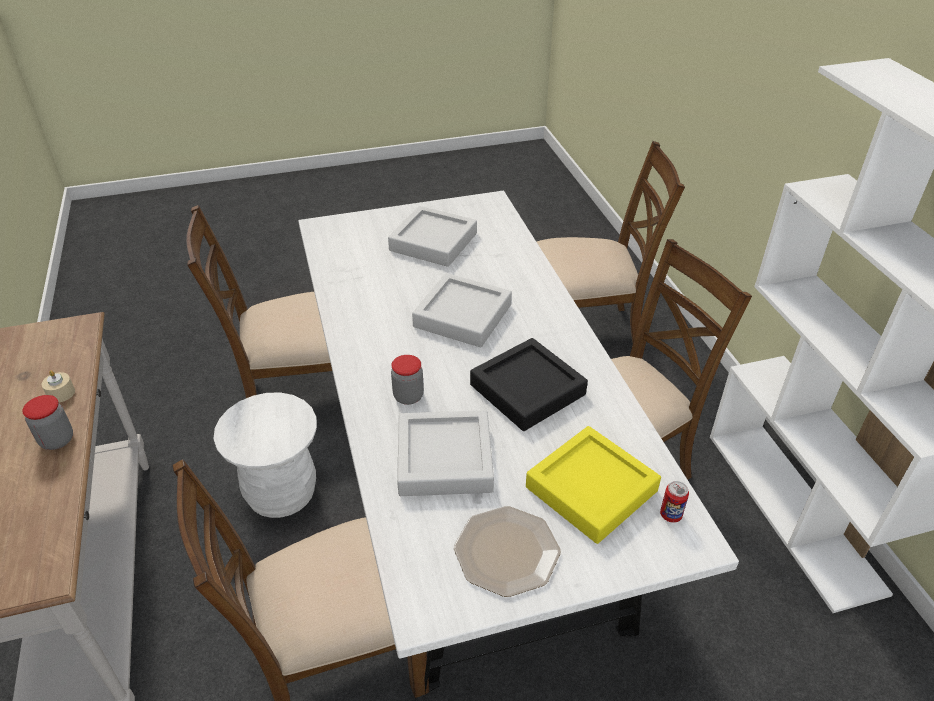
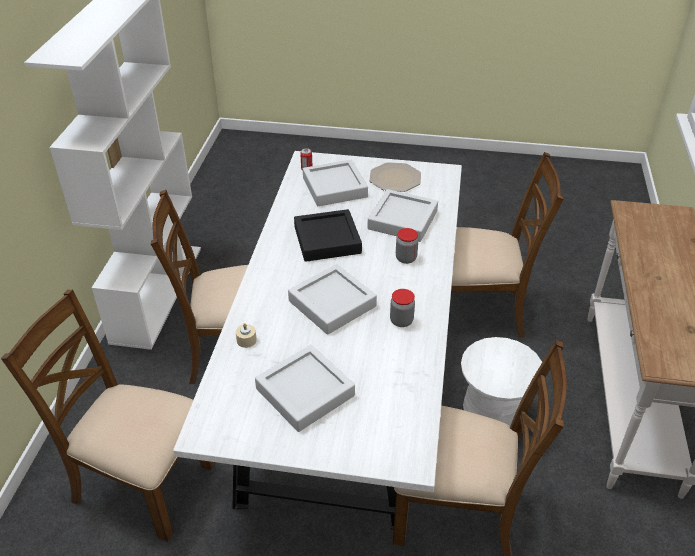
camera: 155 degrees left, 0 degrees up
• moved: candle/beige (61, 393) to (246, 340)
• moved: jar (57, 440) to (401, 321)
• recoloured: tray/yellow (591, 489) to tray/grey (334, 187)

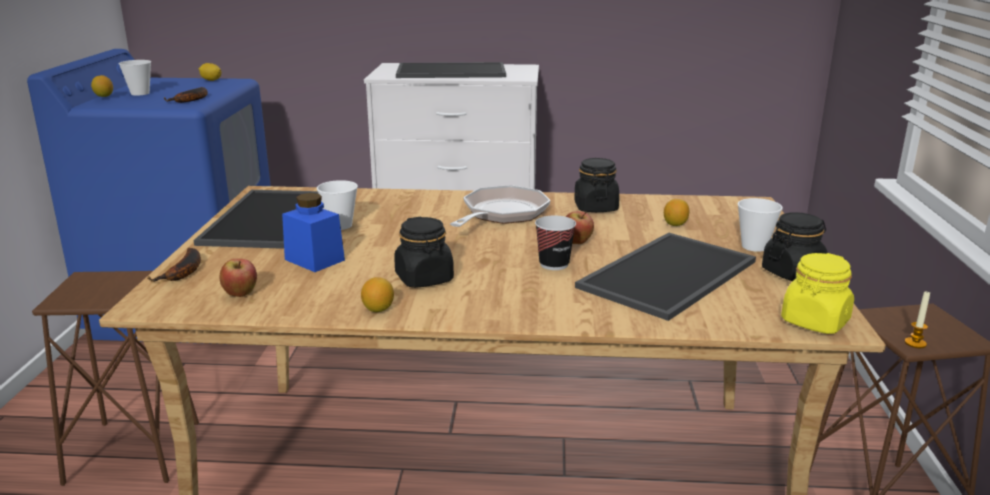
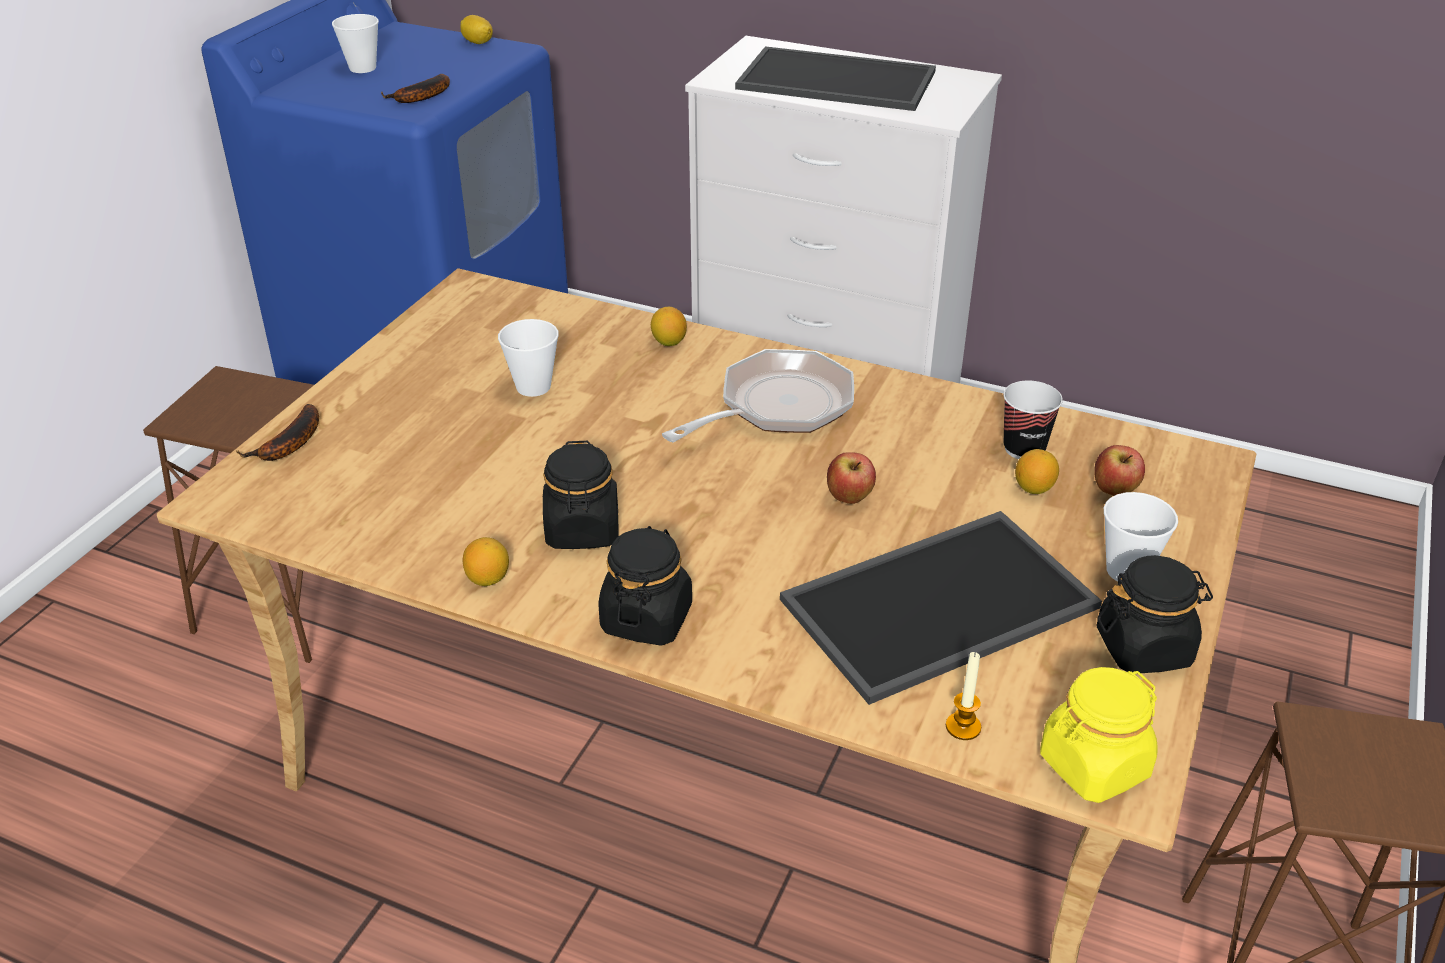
camera: 20 degrees right, 15 degrees up
• moved: lemon (104, 96) to (669, 342)
• moved: jar/black (595, 207) to (646, 618)
• removed: tray (269, 219)
• removed: jar/blue (314, 260)
• moved: cup (554, 264) to (1024, 449)
• moved: apple (240, 294) to (1114, 491)
• moved: candle (915, 343) to (963, 727)

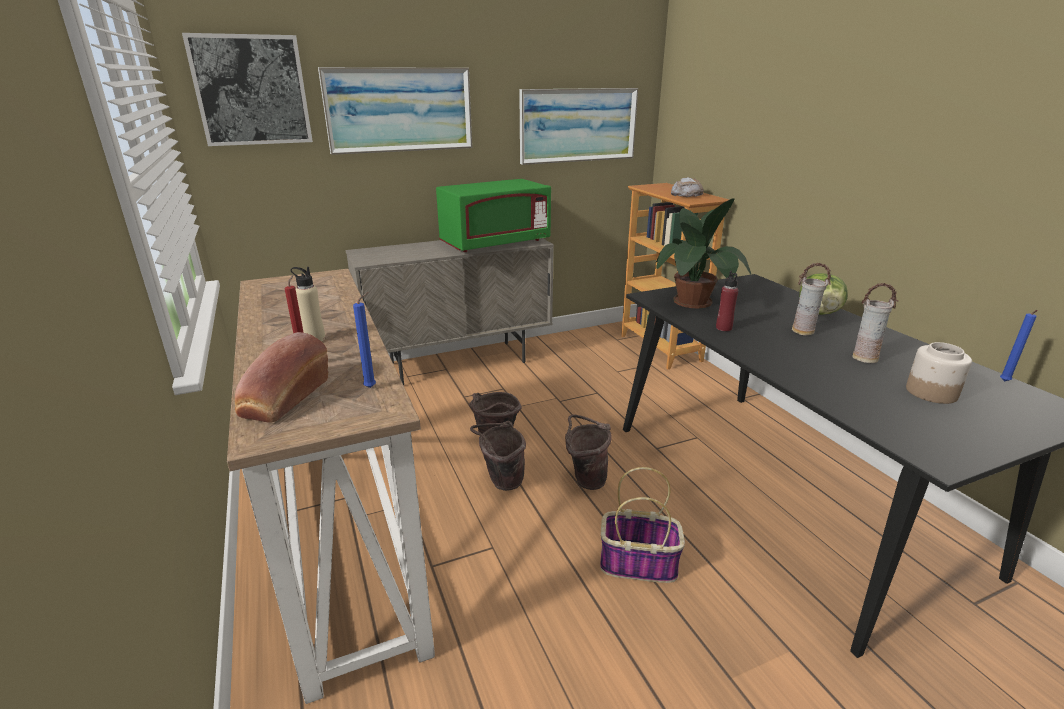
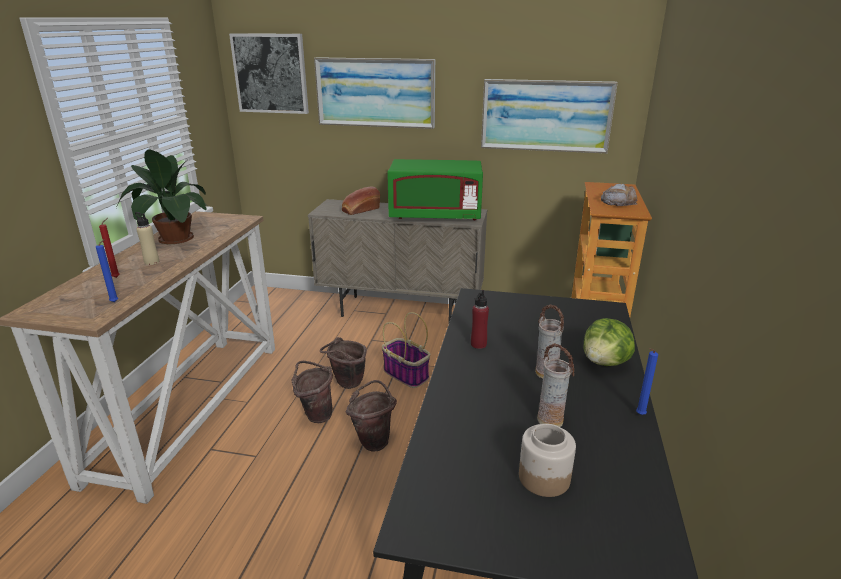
camera: 35 degrees right, 0 degrees up
• moved: potted plant (694, 302) to (173, 239)
• moved: candle/blue (1004, 382) to (639, 415)
• moved: bread (284, 399) to (360, 210)
• moved: basket (639, 563) to (406, 374)

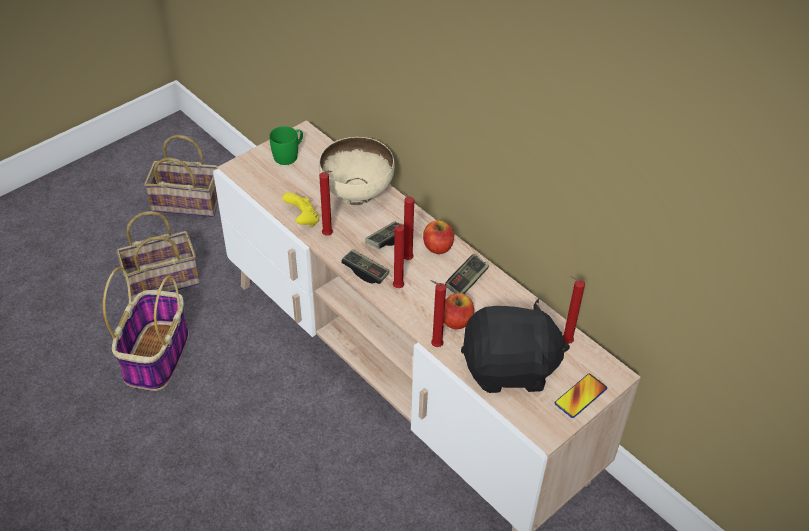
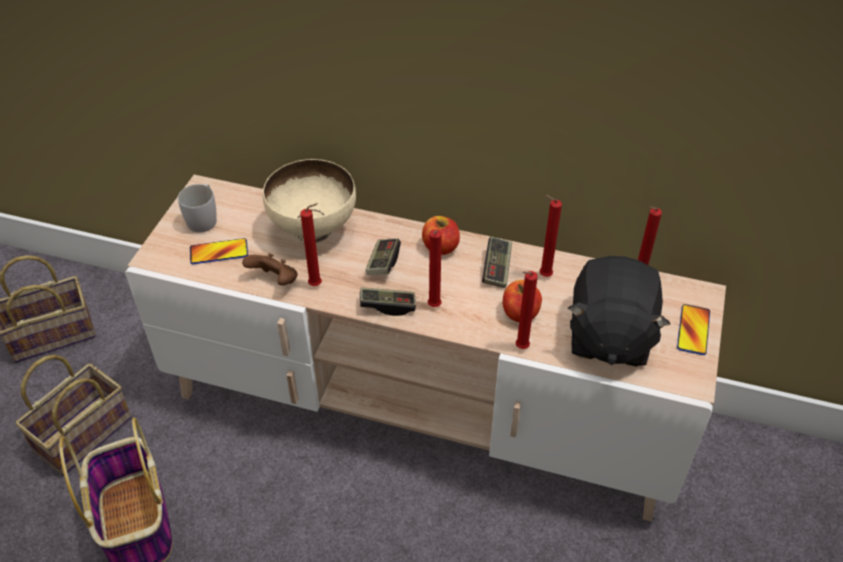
camera: 30 degrees left, 0 degrees up
• recoloured: mug/green (289, 155) to mug/white (204, 218)
• moved: candle/red (406, 258) to (543, 276)
• recoloured: game controller/yellow (302, 220) to game controller/brown (275, 281)
• turned: plush toy/black (509, 369) = (609, 336) 135 degrees clockwise
• added: phone (219, 252)

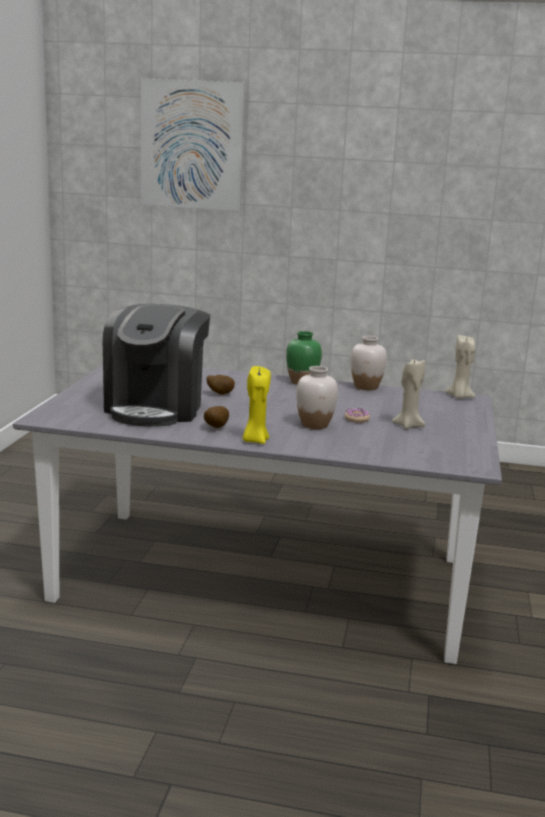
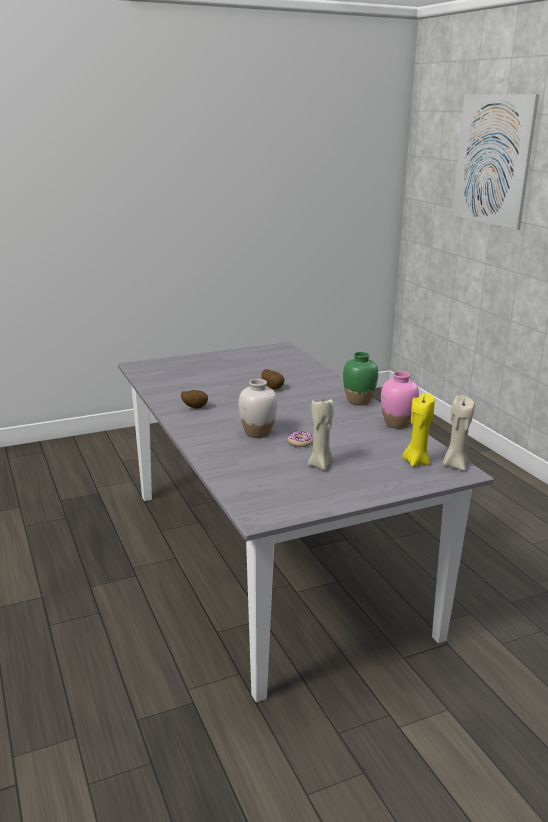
camera: 55 degrees right, 5 degrees up
• removed: coffee machine (156, 408)
• recoloured: vase/white (366, 387) to vase/pink (397, 424)
• moved: candle/yellow (255, 440) to (416, 461)

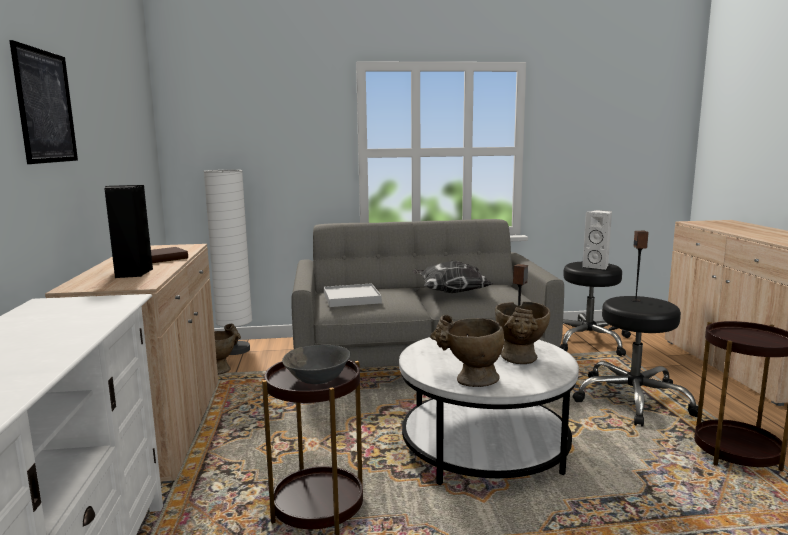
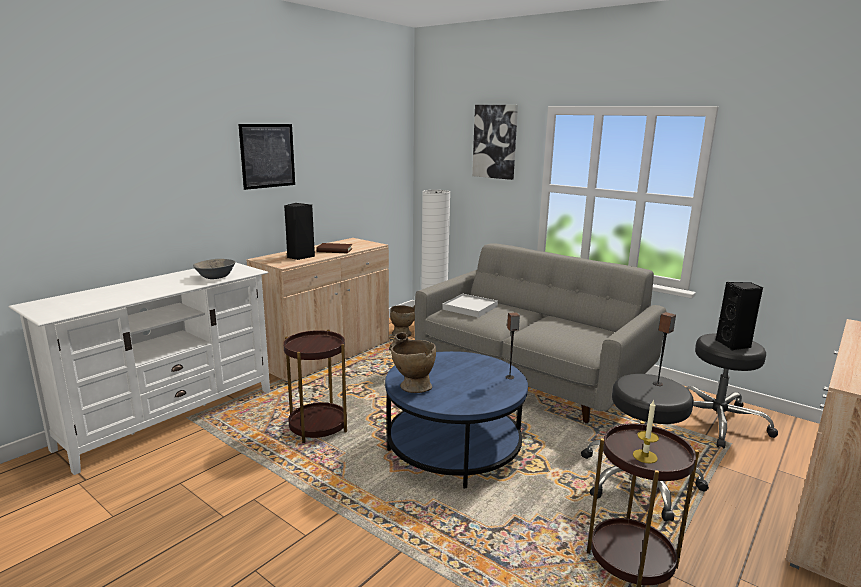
camera: 45 degrees right, 5 degrees up
• recoloured: speaker/white (597, 266) to speaker/black (734, 345)
• removed: pillow (450, 292)
• removed: vase/beige (520, 360)
• recoloured: coffee table/white (484, 447) to coffee table/blue (454, 447)
• moved: bowl/grey (318, 378) to (216, 277)
• added: picture (495, 141)
• added: candle (645, 456)

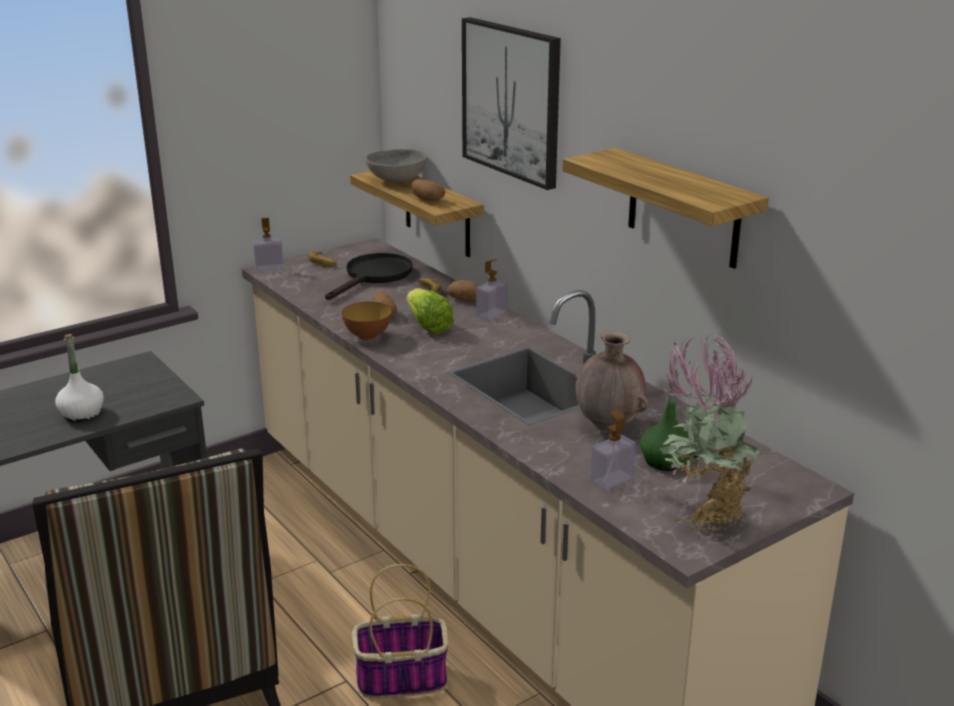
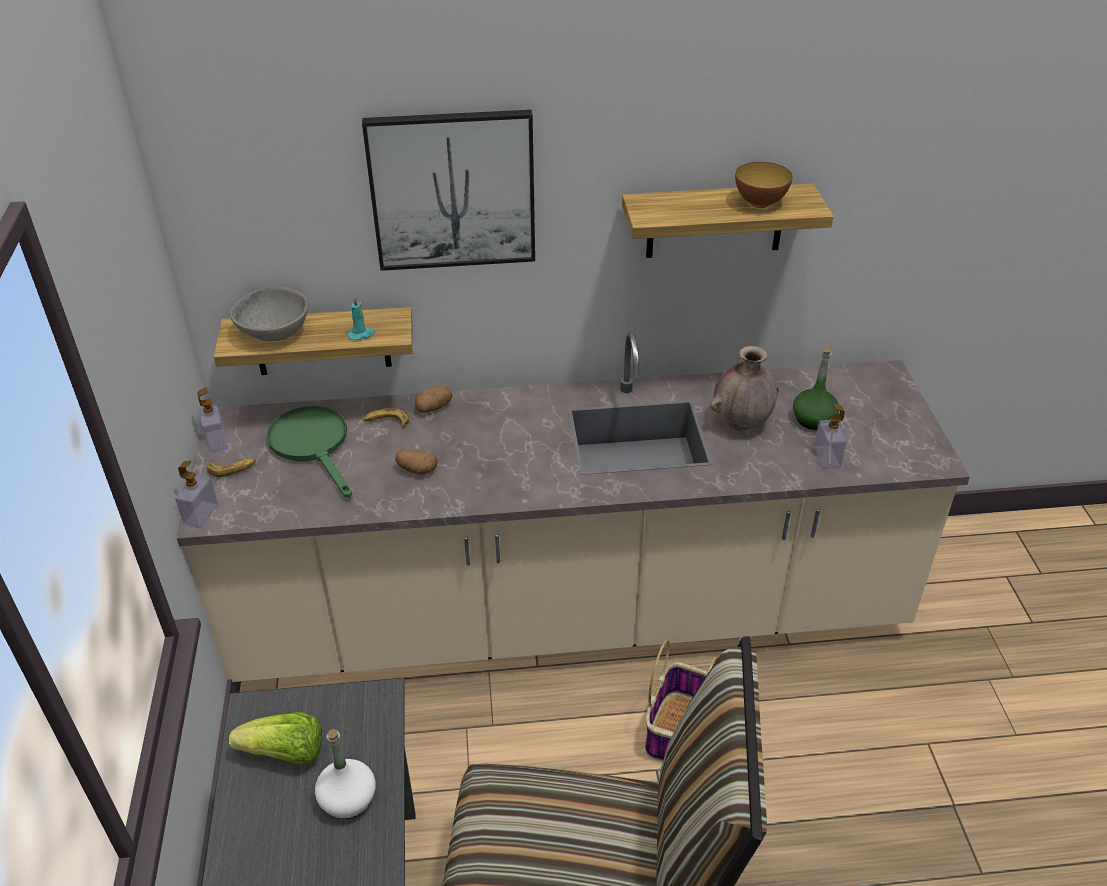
camera: 60 degrees left, 15 degrees up
• replaced: potato (427, 200) to candle/turquoise (361, 334)
• recoloured: frying pan/black (374, 276) to frying pan/green (313, 445)
• moved: soap dispenser (491, 314) to (217, 441)
• moved: lettuce (428, 326) to (285, 753)
• moved: bowl (367, 337) to (760, 203)
• removed: potted plant (702, 513)

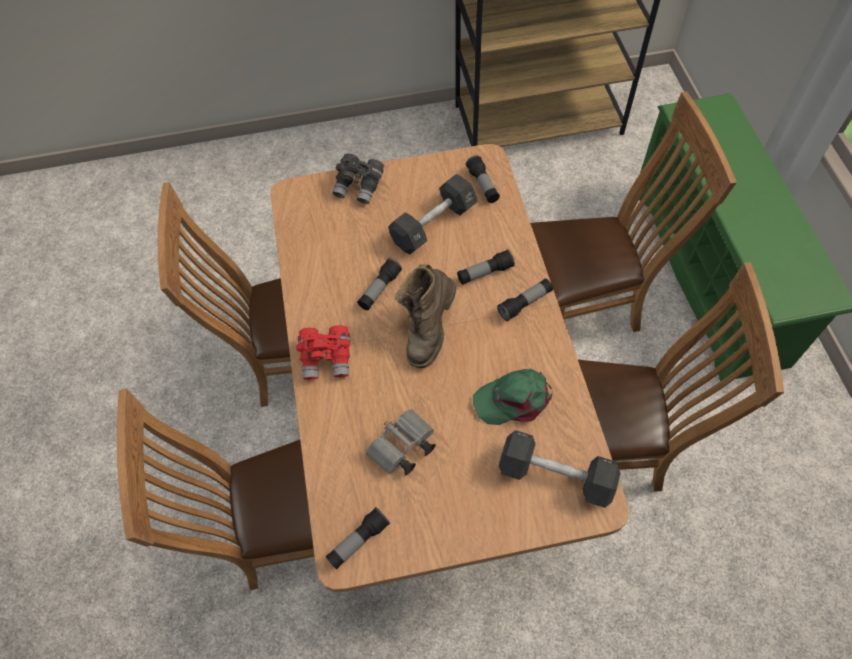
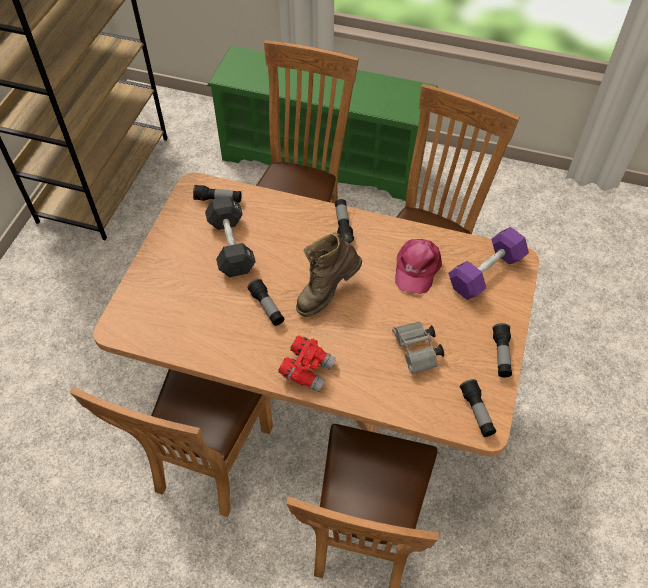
camera: 65 degrees left, 5 degrees down
• removed: binoculars/grey (359, 186)
• moved: flashlight (485, 273) to (501, 355)
• turned: boot/brown (428, 330) = (326, 292) 90 degrees clockwise
• recoloured: cap/green (514, 399) to cap/pink (416, 268)
• recoloured: dumbbell/black (556, 475) to dumbbell/purple (486, 272)

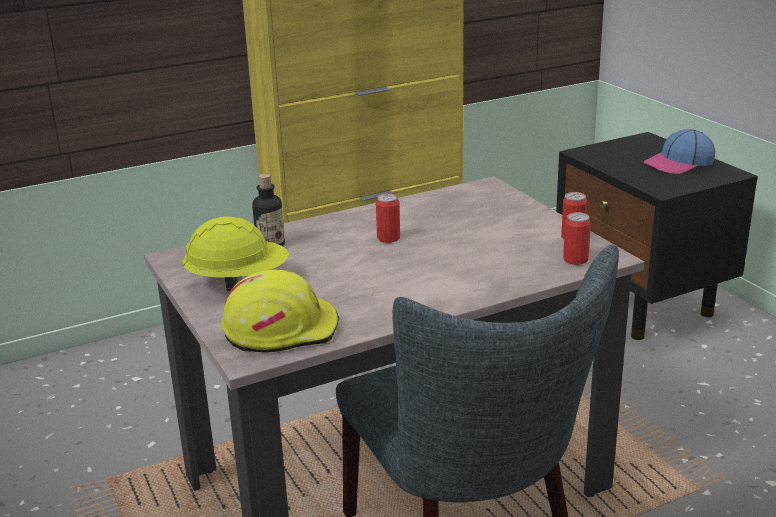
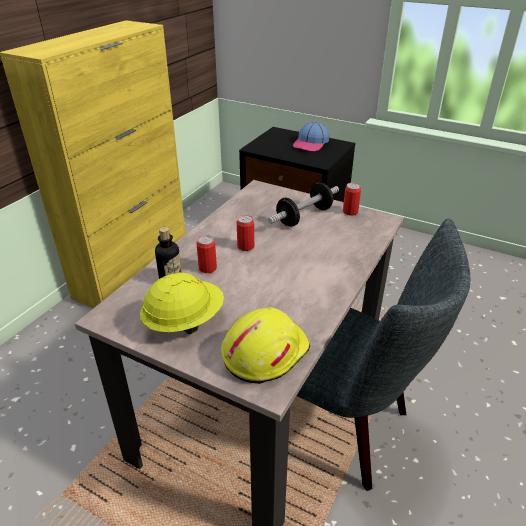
camera: 35 degrees left, 10 degrees up
• moved: can (575, 259) to (207, 268)
• added: dumbbell (304, 216)

